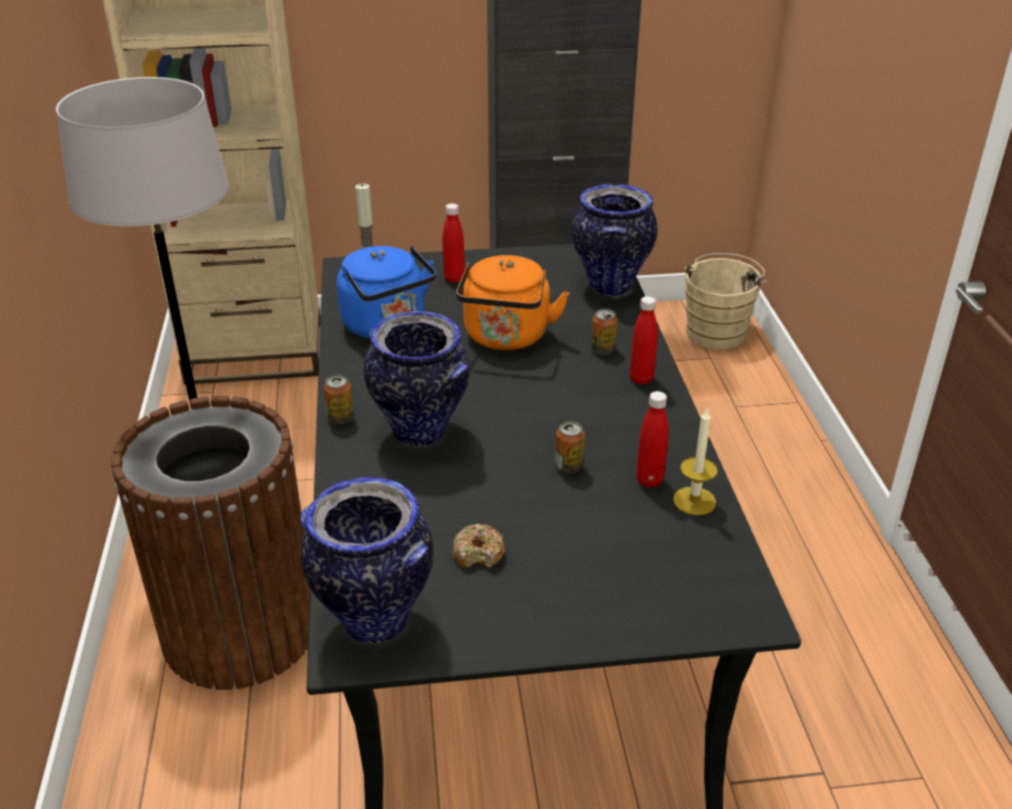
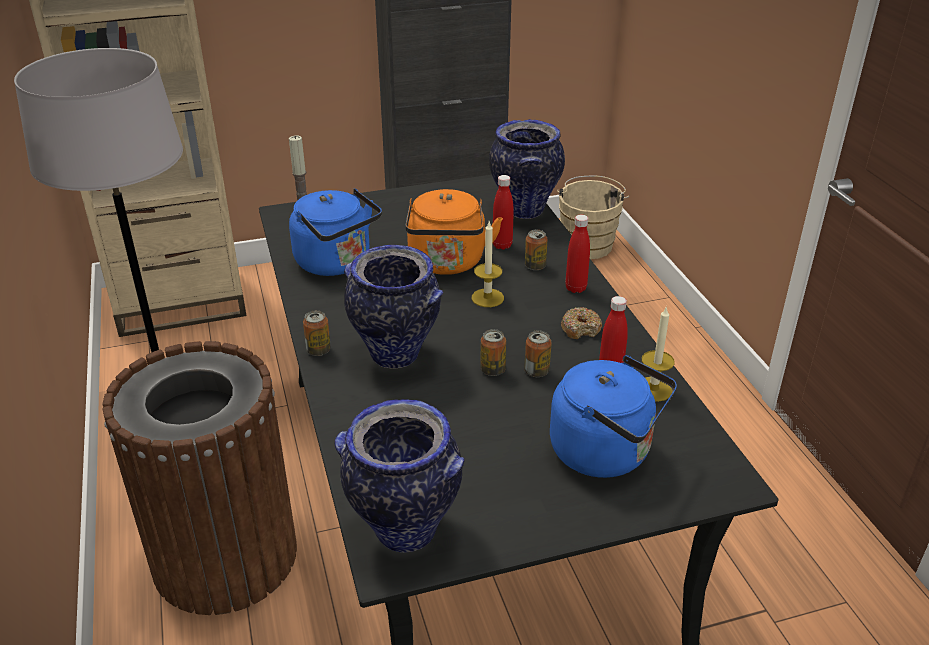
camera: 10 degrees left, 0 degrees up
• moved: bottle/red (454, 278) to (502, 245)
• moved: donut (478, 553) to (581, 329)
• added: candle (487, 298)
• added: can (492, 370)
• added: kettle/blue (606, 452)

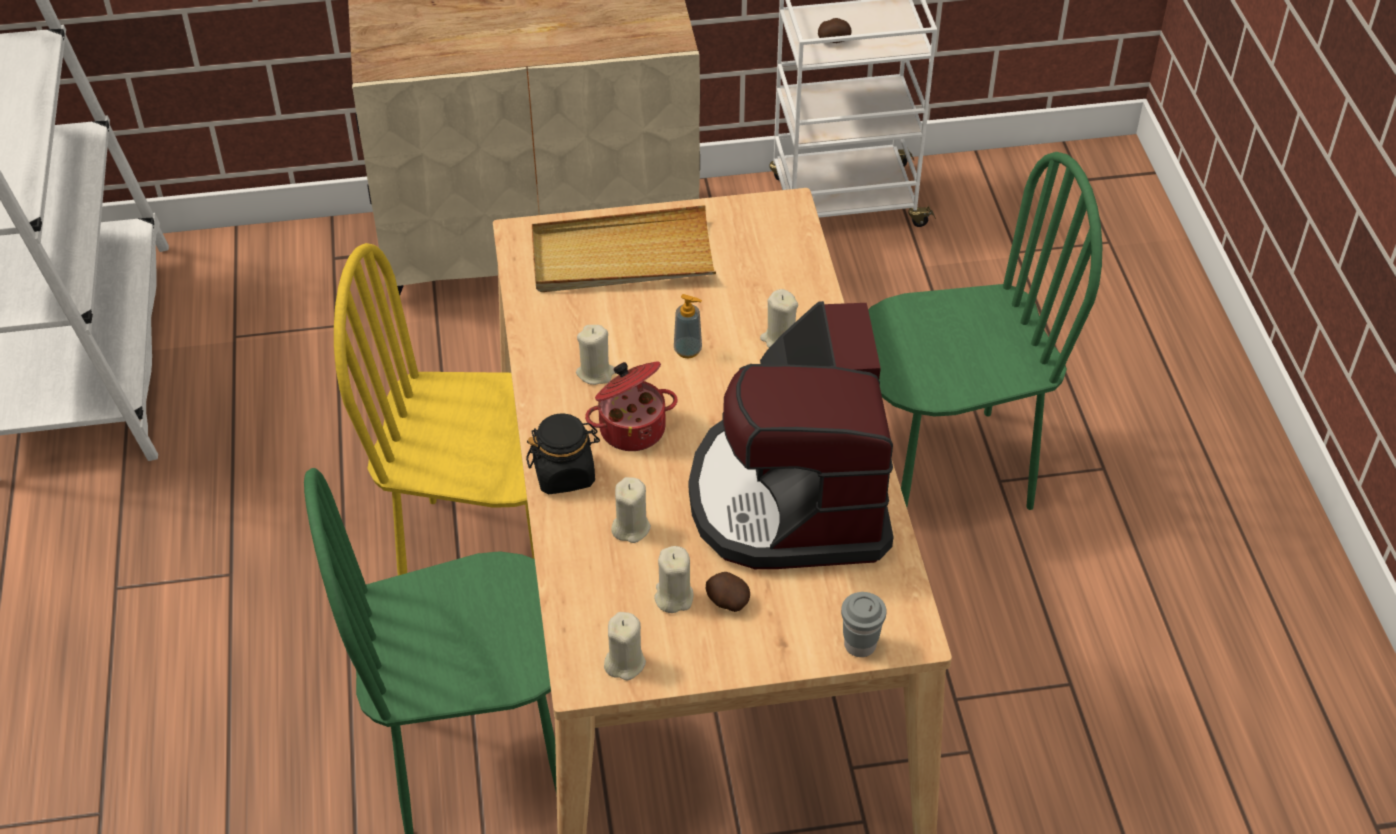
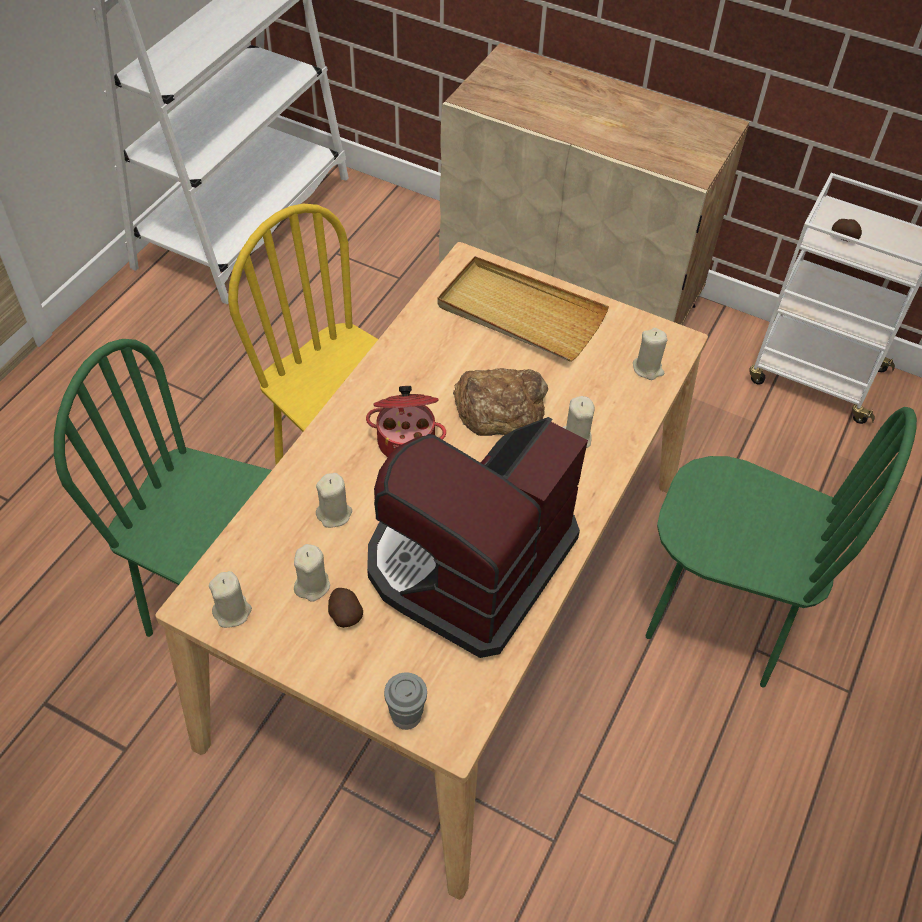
camera: 35 degrees right, 5 degrees up
• replaced: soap dispenser (688, 350) to bread (500, 407)
• moved: candle/beige (596, 373) to (648, 368)
• removed: jar/black (565, 473)

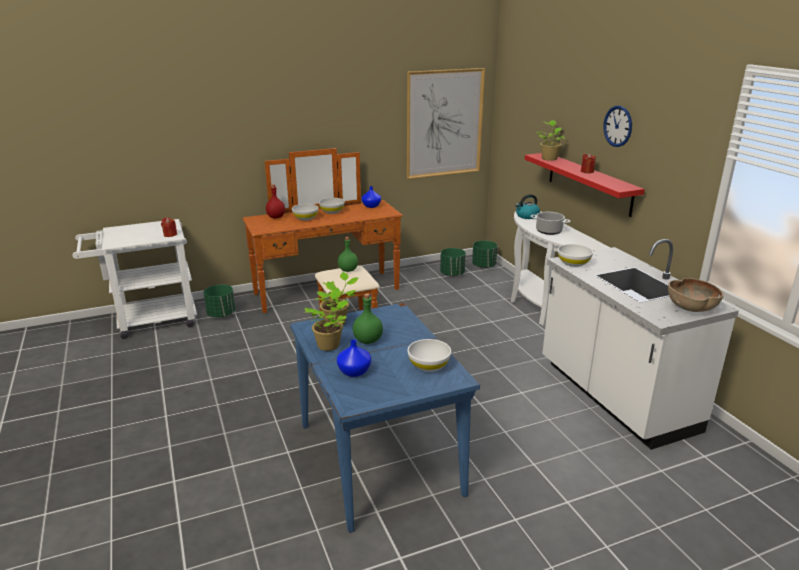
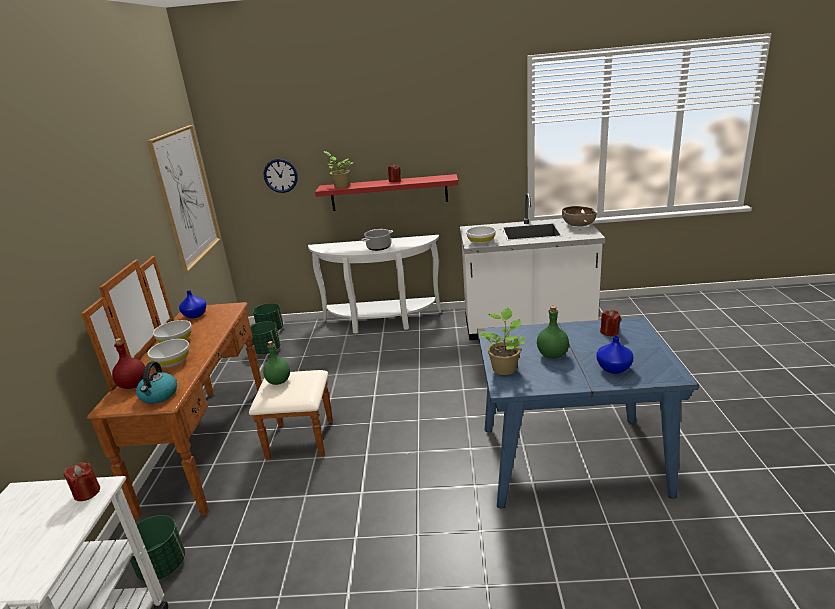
camera: 65 degrees left, 0 degrees up
• moved: wall clock (618, 126) to (280, 175)
• moved: kettle (527, 216) to (159, 395)
• removed: potted plant (329, 344)
• replaced: bowl/white (428, 365) to candle/red (609, 332)

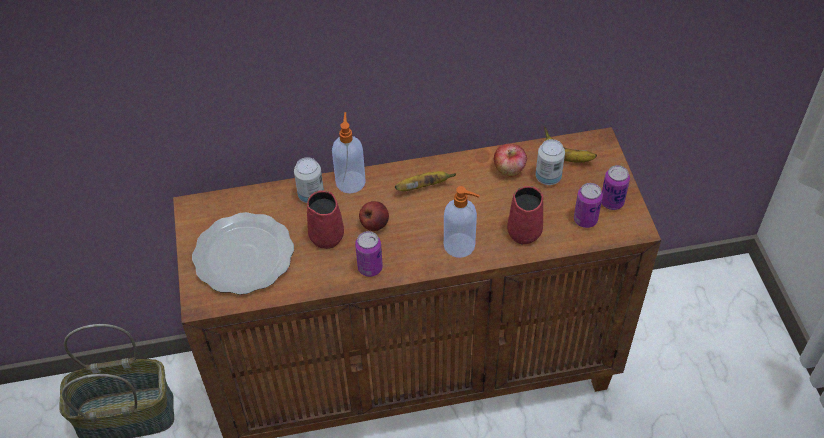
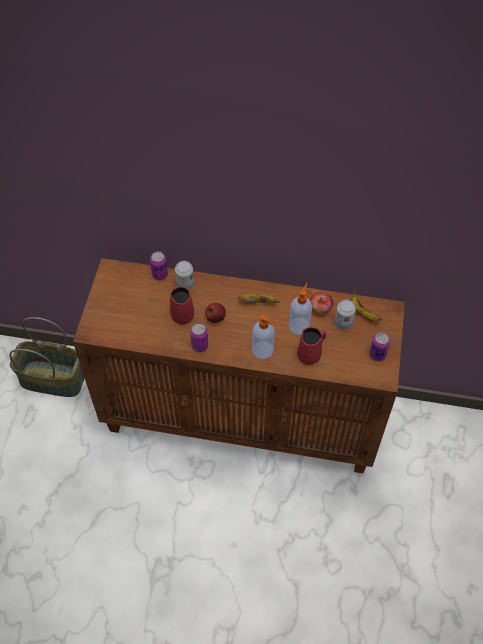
camera: 20 degrees right, 5 degrees up
• moved: soap dispenser (350, 181) to (299, 325)
• moved: can (585, 220) to (160, 275)
• removed: plate (242, 256)

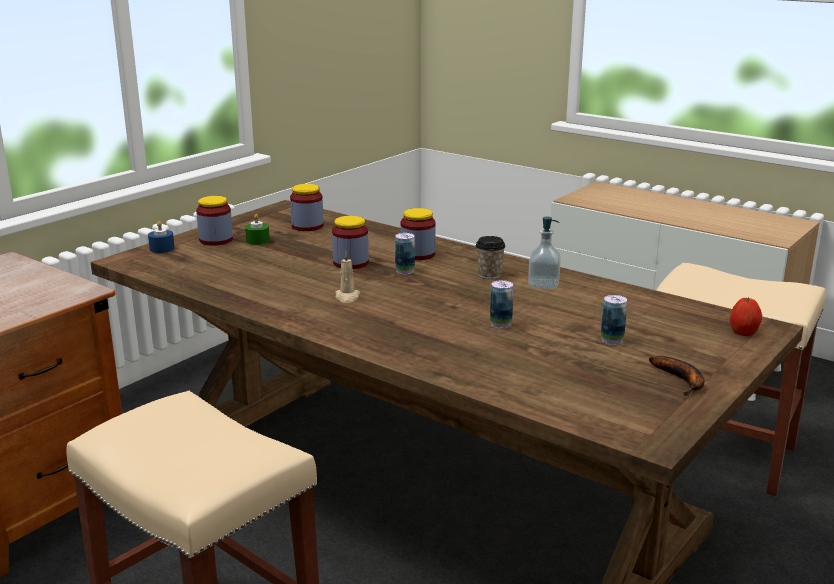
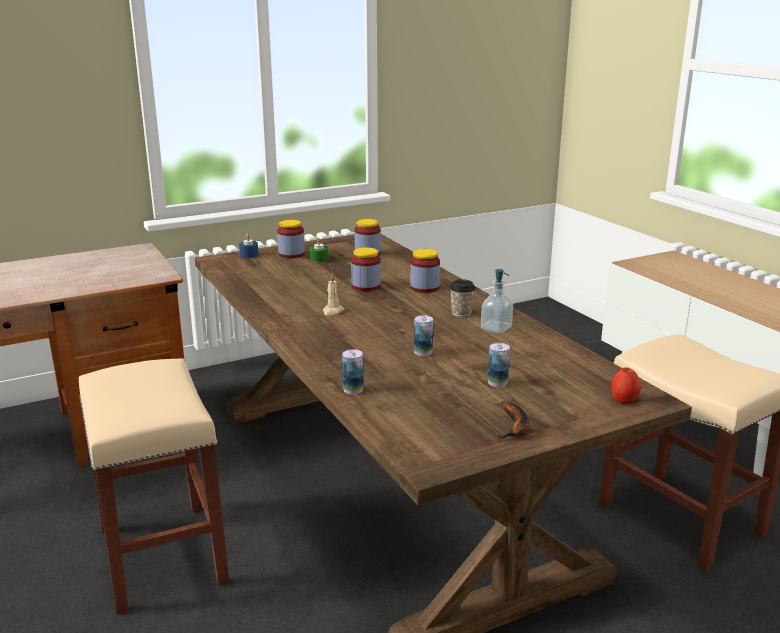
camera: 25 degrees right, 0 degrees up
• moved: can (405, 271) to (353, 390)

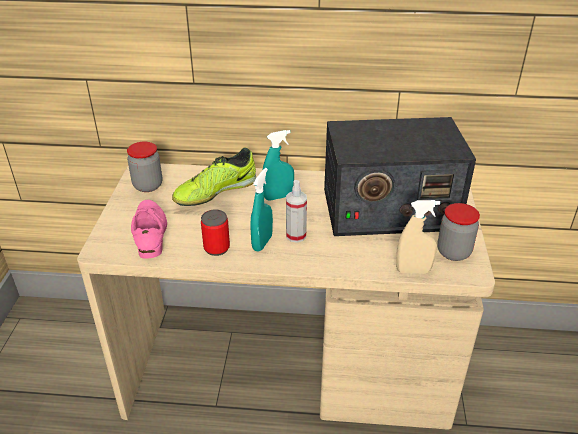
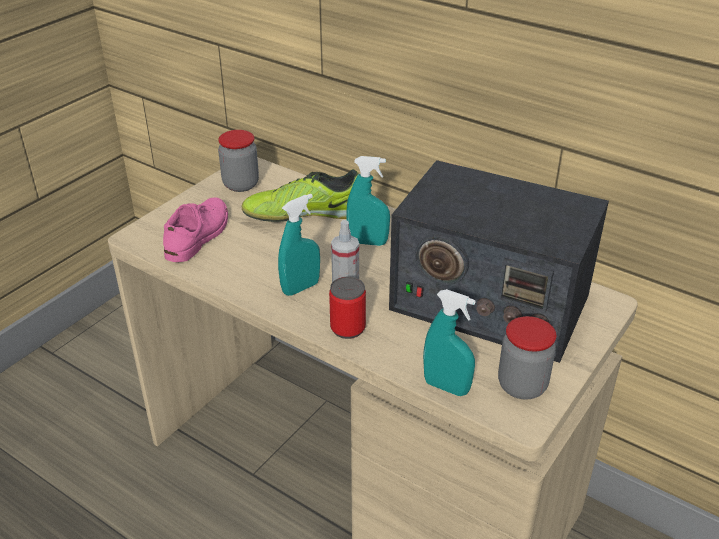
camera: 30 degrees right, 0 degrees up
• recoloured: spray bottle/beige (413, 270) to spray bottle/turquoise (446, 387)
• moved: can (216, 248) to (348, 328)

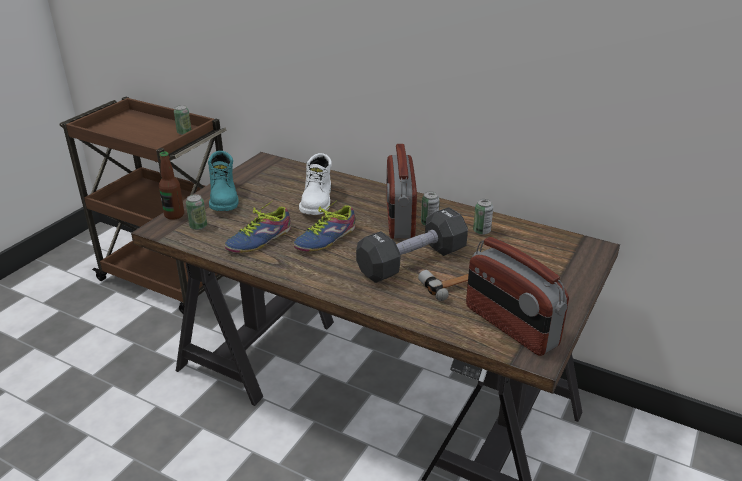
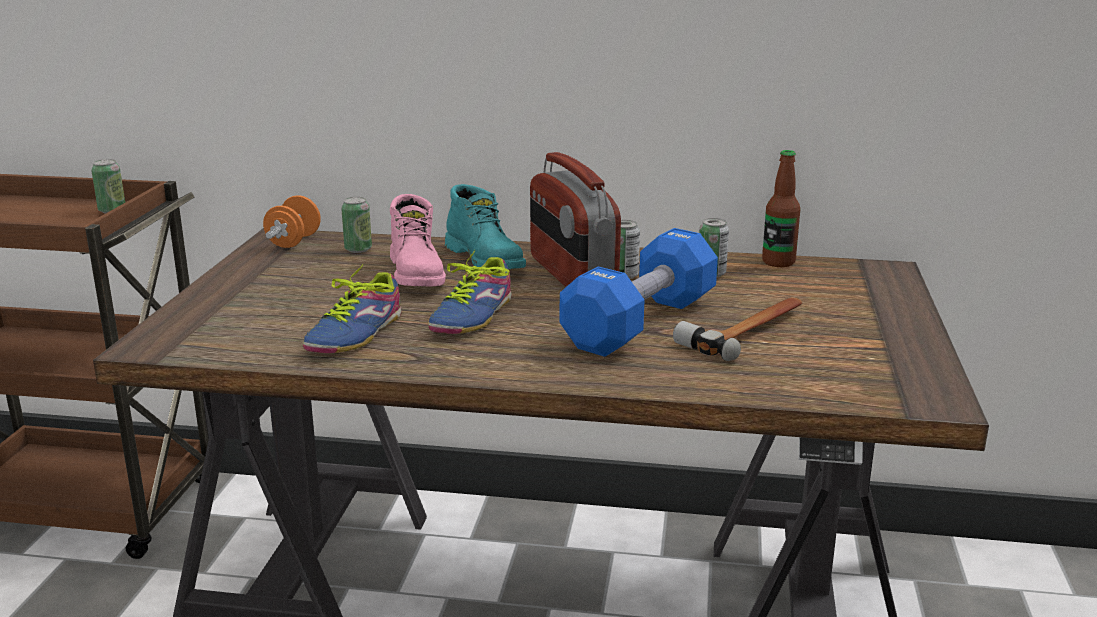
camera: 20 degrees left, 10 degrees down
• moved: boot/turquoise (224, 198) to (486, 260)
• moved: bottle (174, 215) to (778, 262)
• recoloured: boot/white (318, 201) to boot/pink (417, 274)
• moved: can (198, 226) to (358, 249)
• recoloured: dumbbell/black (412, 262) to dumbbell/blue (640, 323)
• removed: radio (510, 326)
• added: dumbbell/orange (294, 241)

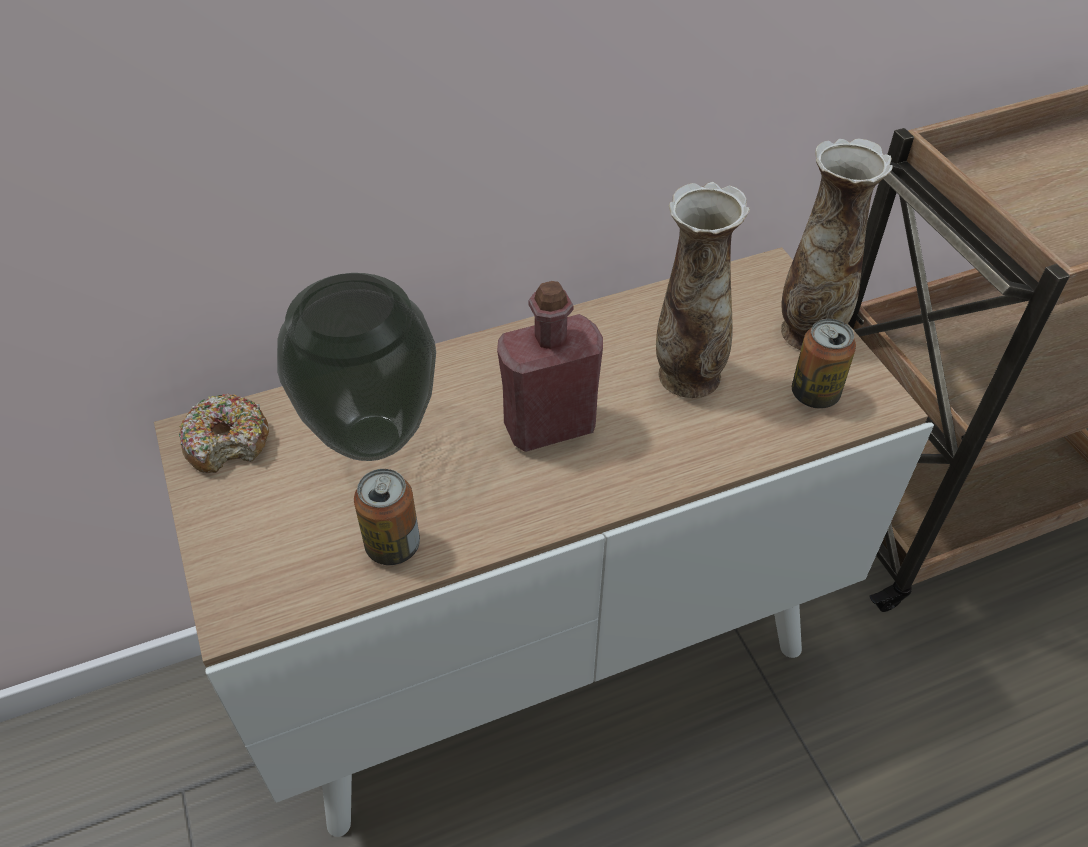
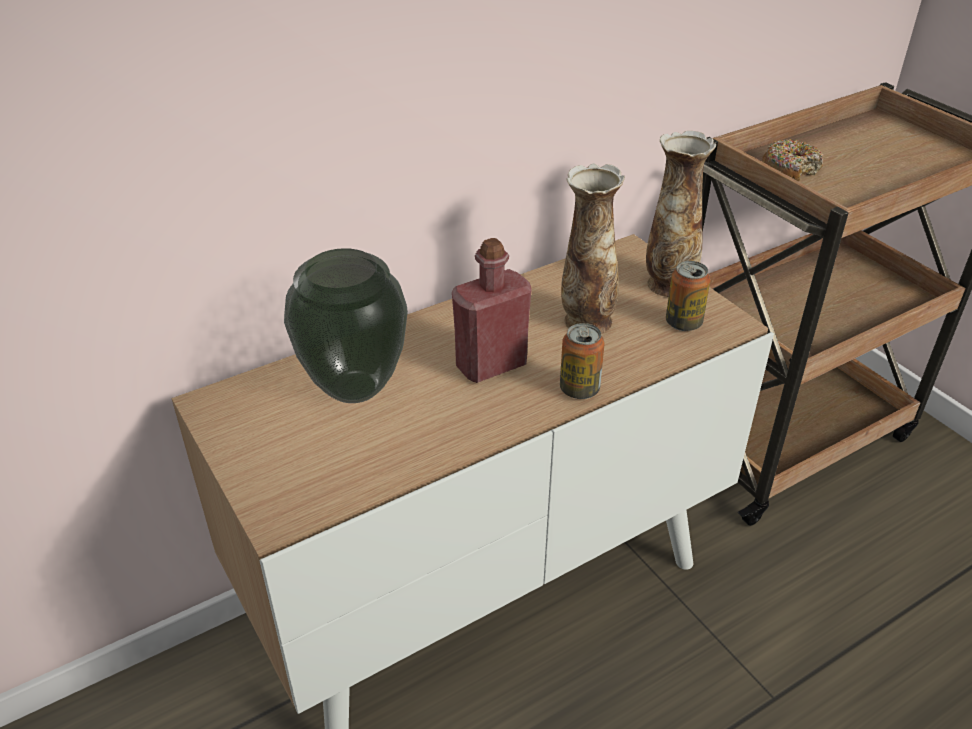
camera: 10 degrees left, 10 degrees down
• moved: donut (228, 442) to (790, 169)
• moved: can (393, 545) to (579, 389)

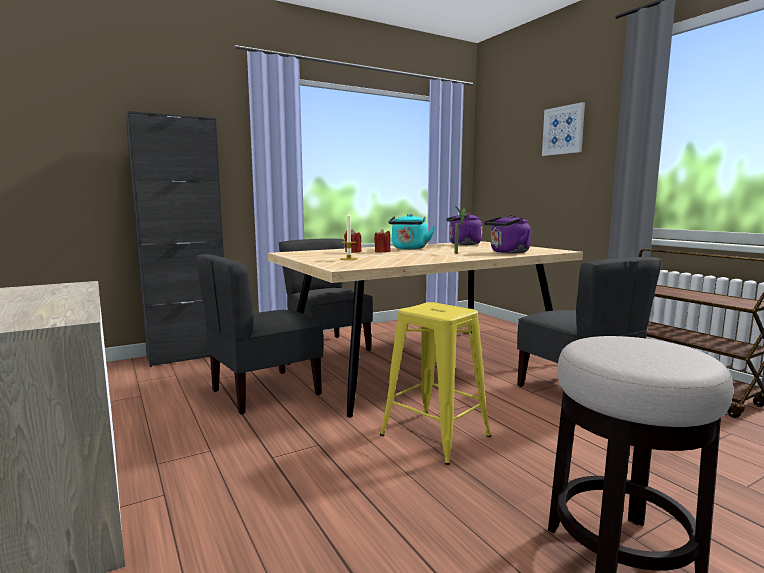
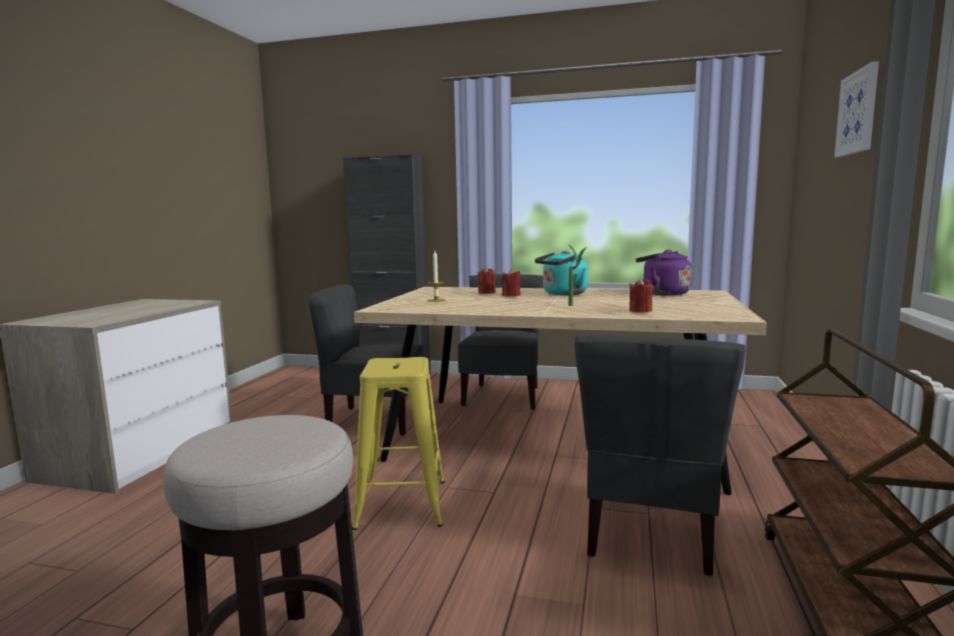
camera: 45 degrees right, 0 degrees up
• replaced: kettle/purple (507, 252) to candle/red (640, 311)

